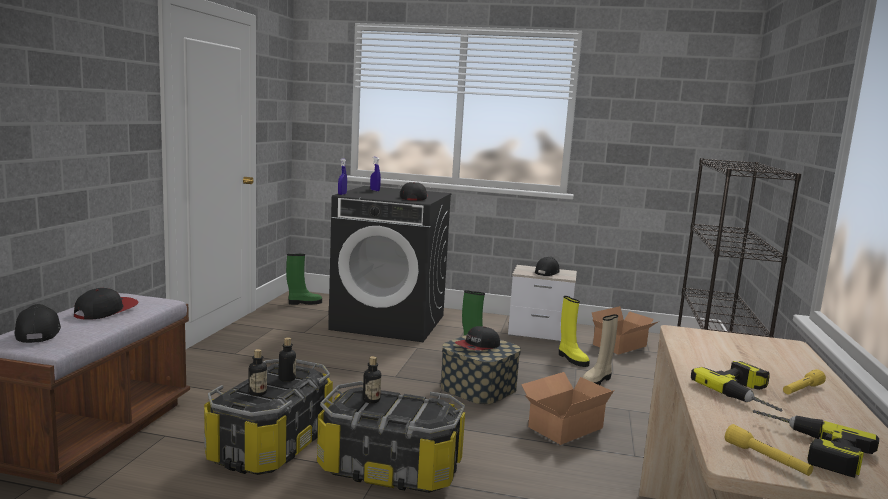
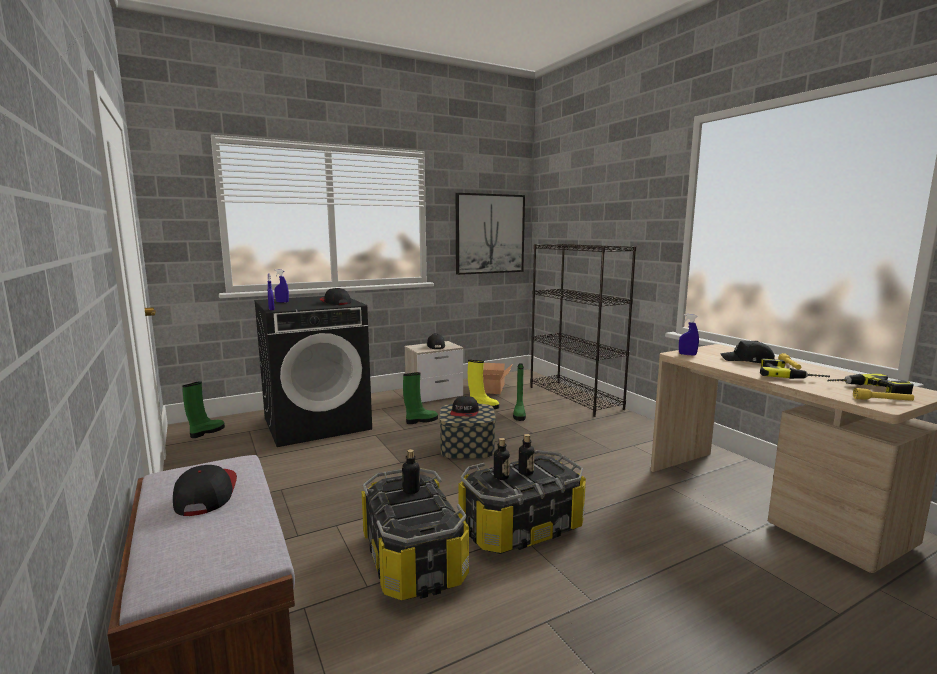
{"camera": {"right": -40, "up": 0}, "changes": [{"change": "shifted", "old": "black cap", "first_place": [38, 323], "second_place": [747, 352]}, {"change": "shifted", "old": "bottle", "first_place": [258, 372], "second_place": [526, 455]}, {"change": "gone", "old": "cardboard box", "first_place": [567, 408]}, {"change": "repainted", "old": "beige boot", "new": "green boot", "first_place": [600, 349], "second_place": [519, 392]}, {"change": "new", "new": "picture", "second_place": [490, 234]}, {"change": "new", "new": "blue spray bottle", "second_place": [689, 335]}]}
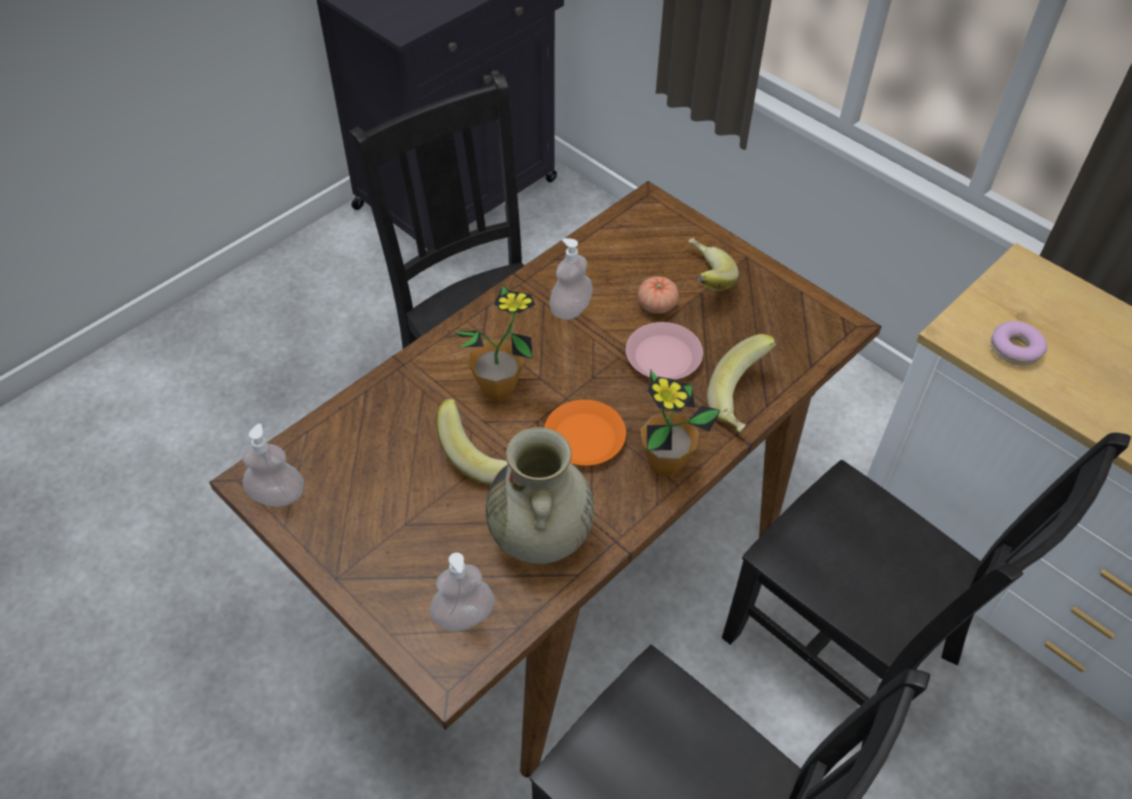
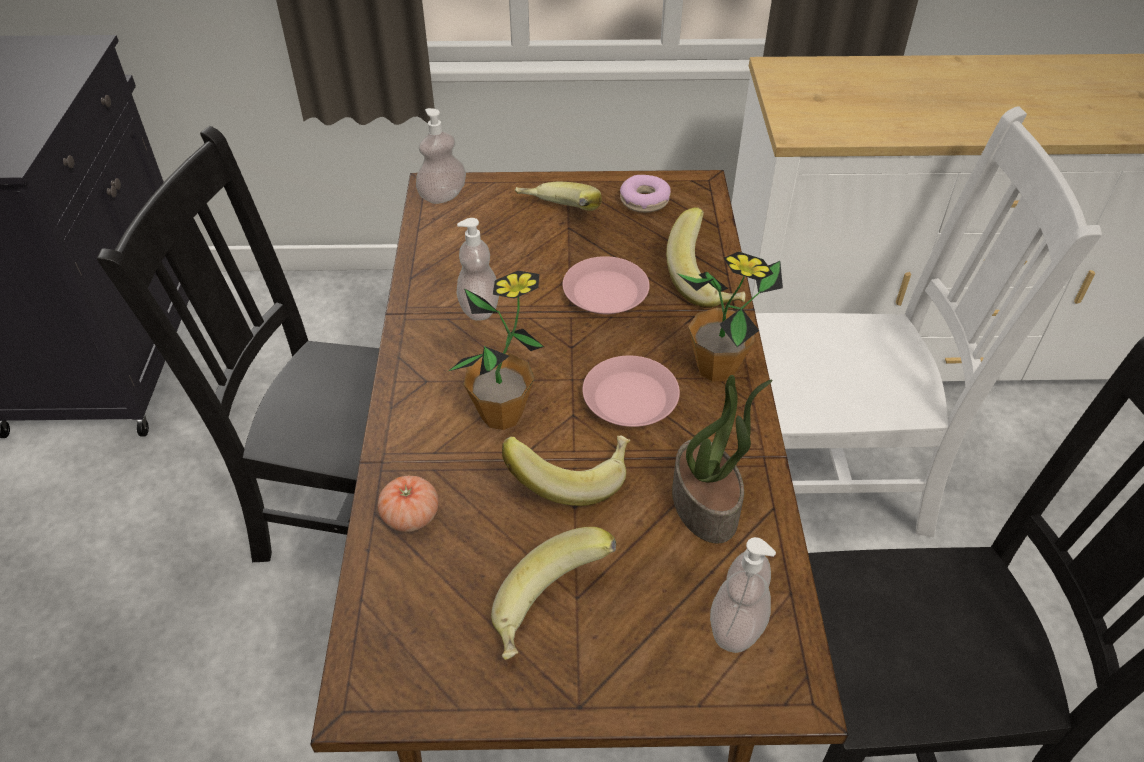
{"camera": {"right": -45, "up": -5}, "changes": [{"change": "shifted", "old": "soap dispenser", "first_place": [273, 465], "second_place": [441, 156]}, {"change": "swapped", "old": "beige vase", "new": "potted plant", "first_place": [540, 495], "second_place": [722, 459]}, {"change": "repainted", "old": "orange plate", "new": "pink plate", "first_place": [585, 433], "second_place": [631, 391]}, {"change": "shifted", "old": "tomato", "first_place": [658, 295], "second_place": [408, 504]}, {"change": "repainted", "old": "black chair", "new": "white chair", "first_place": [926, 591], "second_place": [928, 321]}, {"change": "shifted", "old": "donut", "first_place": [1019, 343], "second_place": [645, 194]}, {"change": "new", "new": "banana", "second_place": [553, 593]}]}
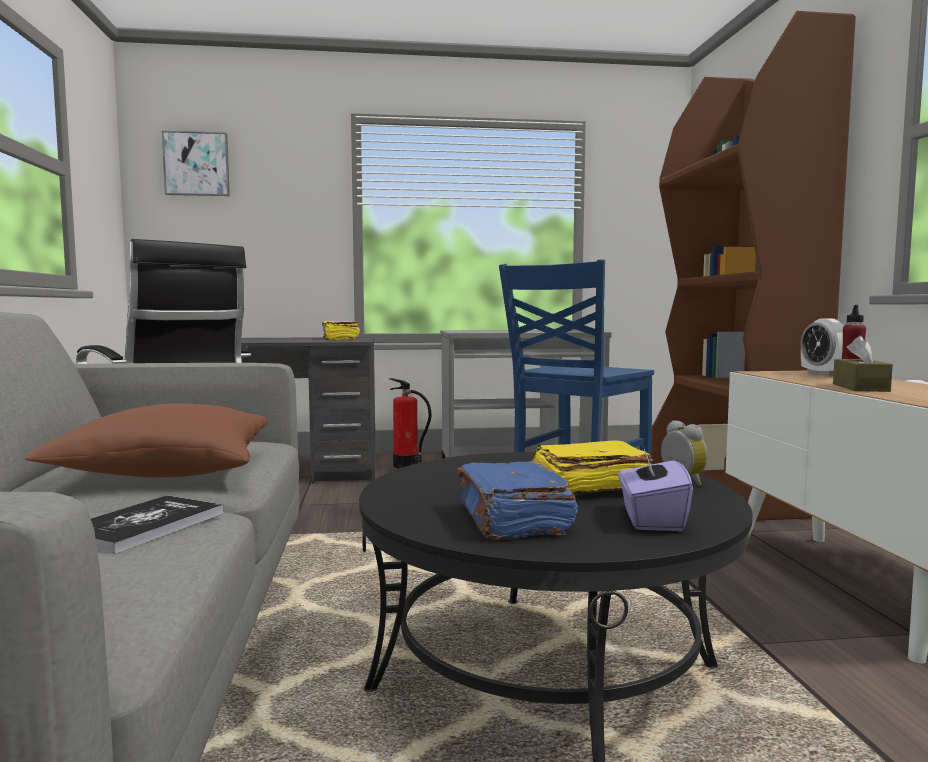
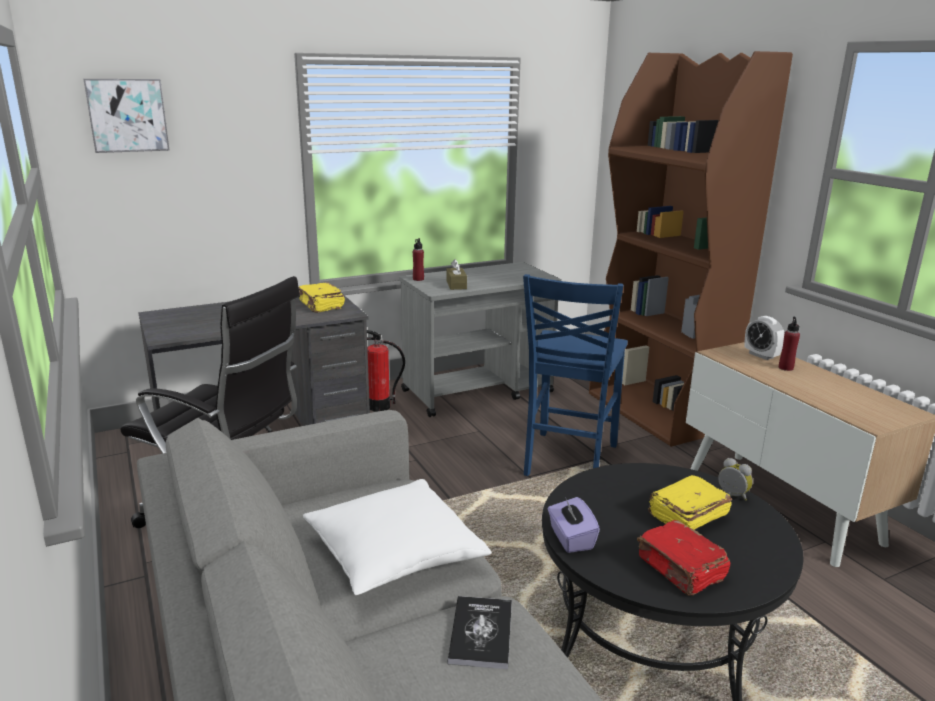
{"camera": {"right": -20, "up": 15}, "changes": [{"change": "repainted", "old": "brown pillow", "new": "white pillow", "first_place": [146, 440], "second_place": [397, 537]}, {"change": "repainted", "old": "blue book", "new": "red book", "first_place": [517, 500], "second_place": [683, 558]}, {"change": "shifted", "old": "purple tissue box", "first_place": [656, 487], "second_place": [574, 525]}, {"change": "shifted", "old": "brown tissue box", "first_place": [863, 364], "second_place": [456, 274]}, {"change": "new", "new": "red bottle", "second_place": [418, 259]}]}
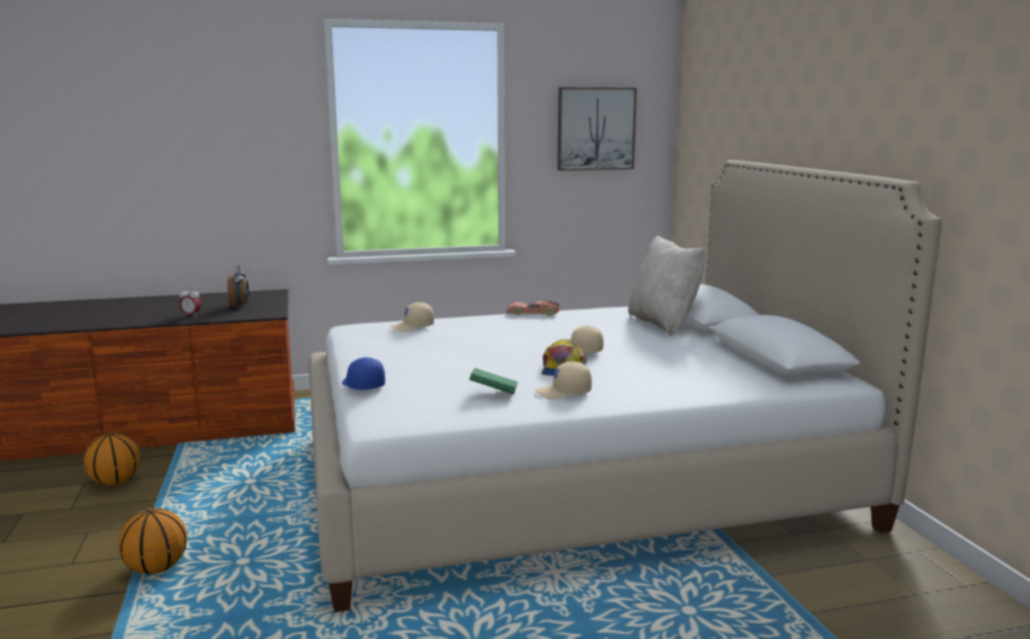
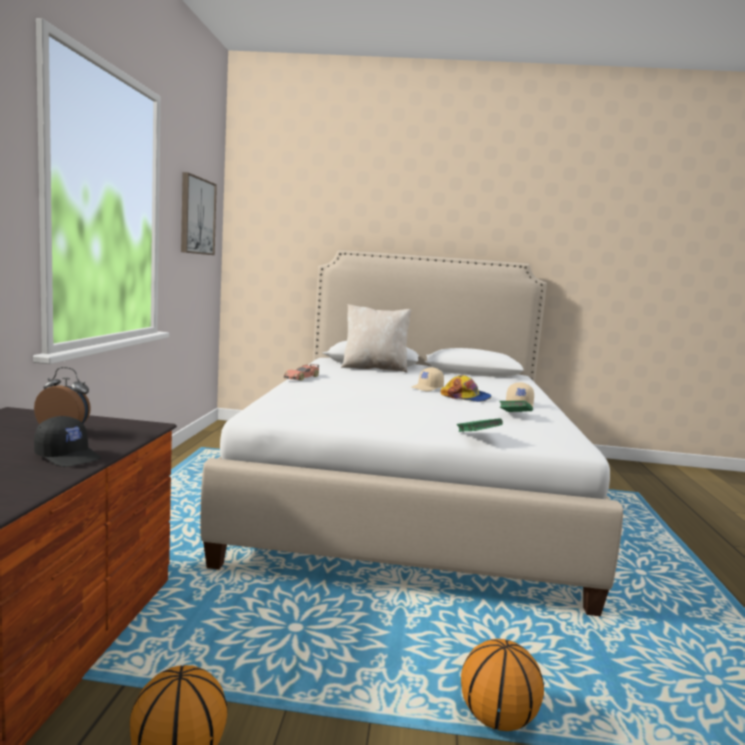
{"camera": {"right": -70, "up": -5}, "changes": [{"change": "swapped", "old": "alarm clock", "new": "black cap", "first_place": [190, 302], "second_place": [67, 441]}, {"change": "swapped", "old": "blue cap", "new": "green book", "first_place": [363, 373], "second_place": [480, 425]}, {"change": "gone", "old": "beige cap", "first_place": [412, 317]}]}
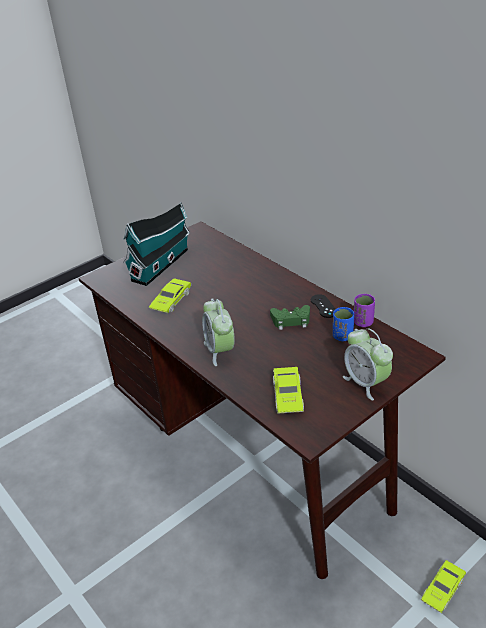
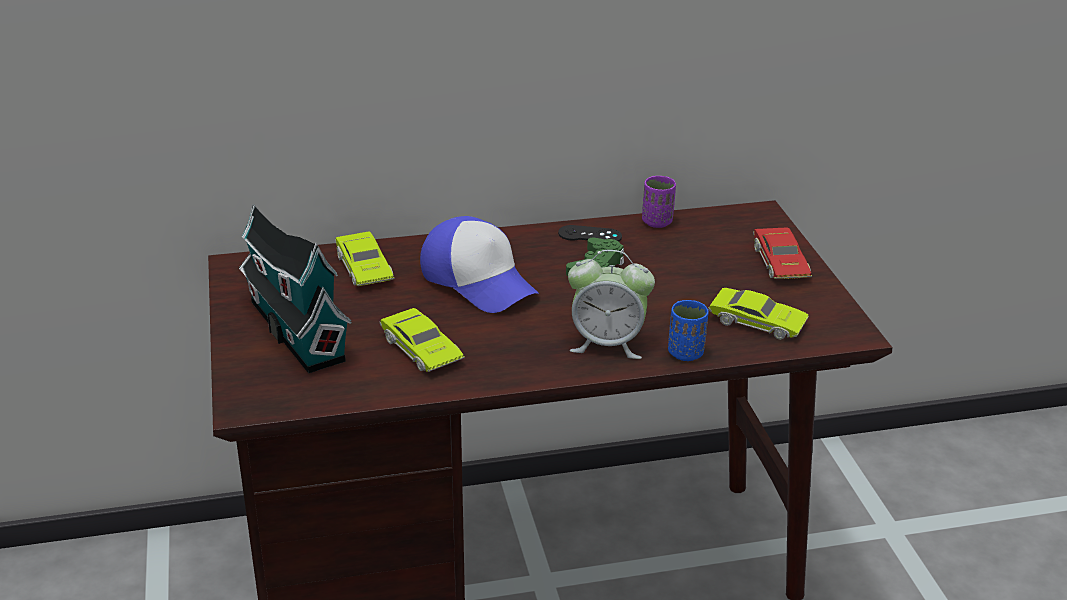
{"camera": {"right": -65, "up": -5}, "changes": [{"change": "shifted", "old": "blue cup", "first_place": [343, 324], "second_place": [688, 330]}, {"change": "swapped", "old": "alarm clock", "new": "red toy car", "first_place": [368, 364], "second_place": [782, 253]}, {"change": "shifted", "old": "green toy car", "first_place": [443, 586], "second_place": [364, 258]}, {"change": "new", "new": "cap", "second_place": [479, 264]}]}
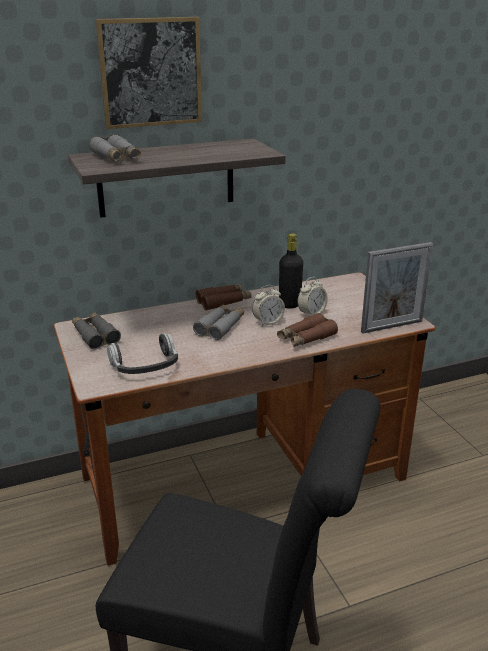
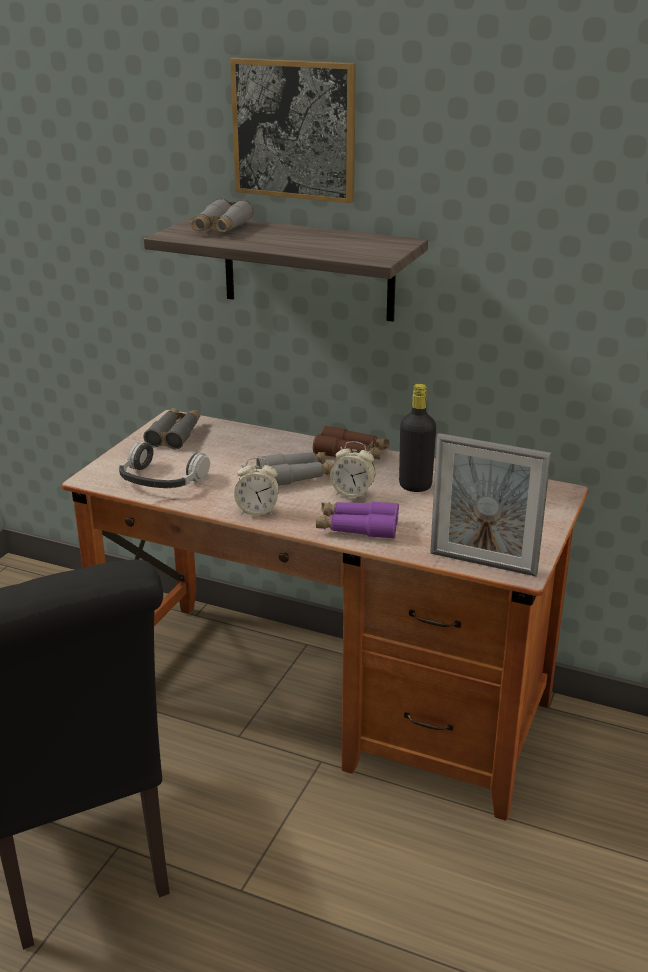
{"camera": {"right": 45, "up": 0}, "changes": [{"change": "repainted", "old": "brown binoculars", "new": "purple binoculars", "first_place": [307, 330], "second_place": [357, 520]}, {"change": "shifted", "old": "alarm clock", "first_place": [312, 296], "second_place": [256, 486]}]}
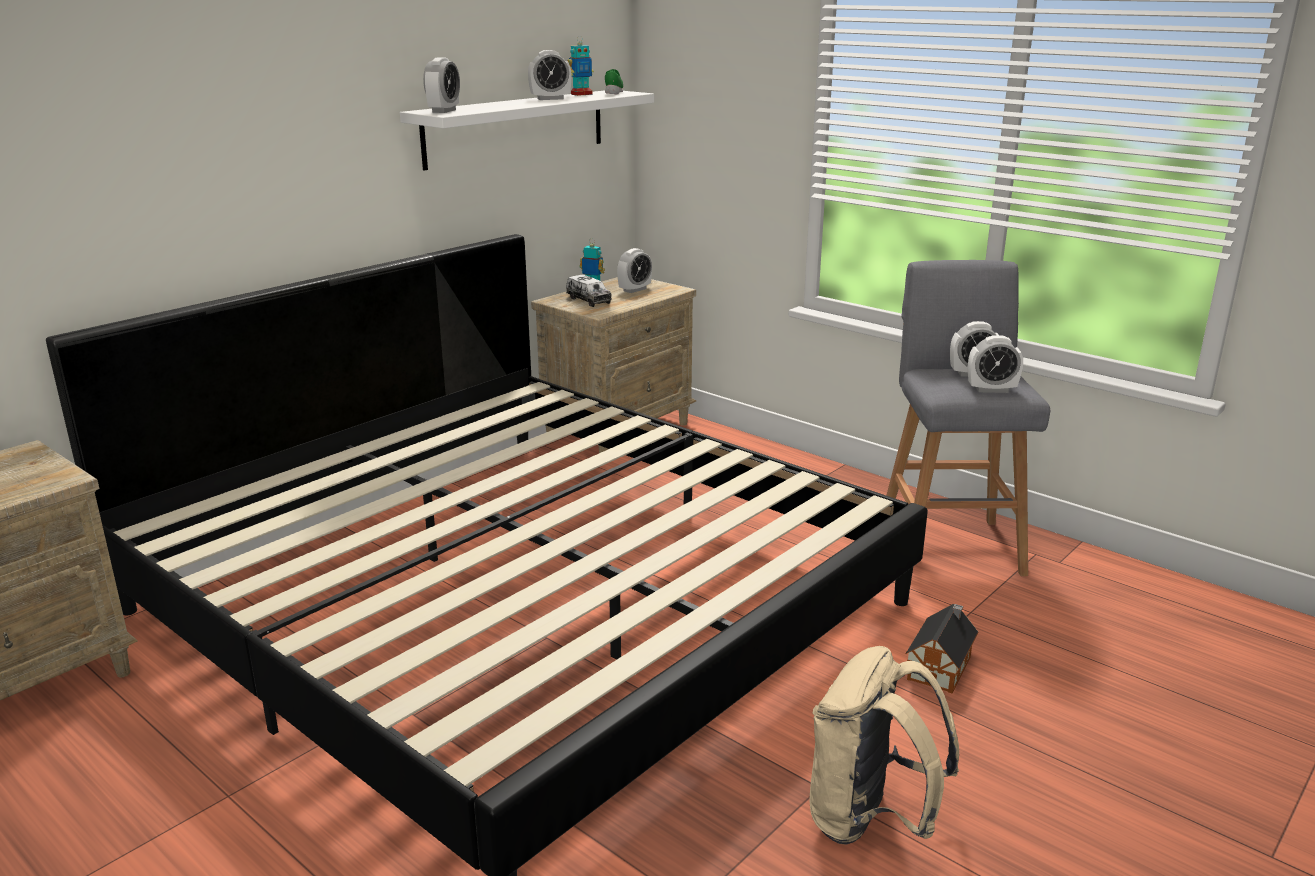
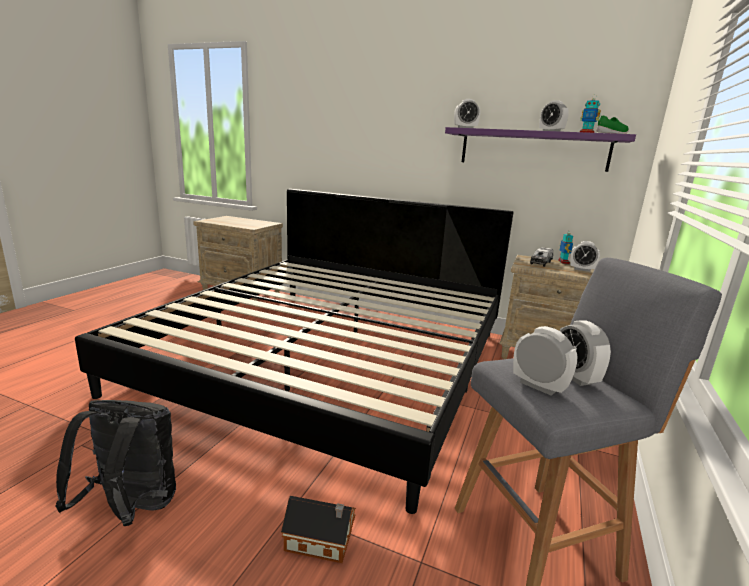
{"camera": {"right": 70, "up": -5}, "changes": [{"change": "repainted", "old": "white shelf", "new": "purple shelf", "first_place": [527, 130], "second_place": [540, 149]}, {"change": "repainted", "old": "beige backpack", "new": "black backpack", "first_place": [884, 745], "second_place": [116, 463]}, {"change": "rotated", "old": "alarm clock", "first_place": [995, 364], "second_place": [545, 361], "degrees": 150}]}
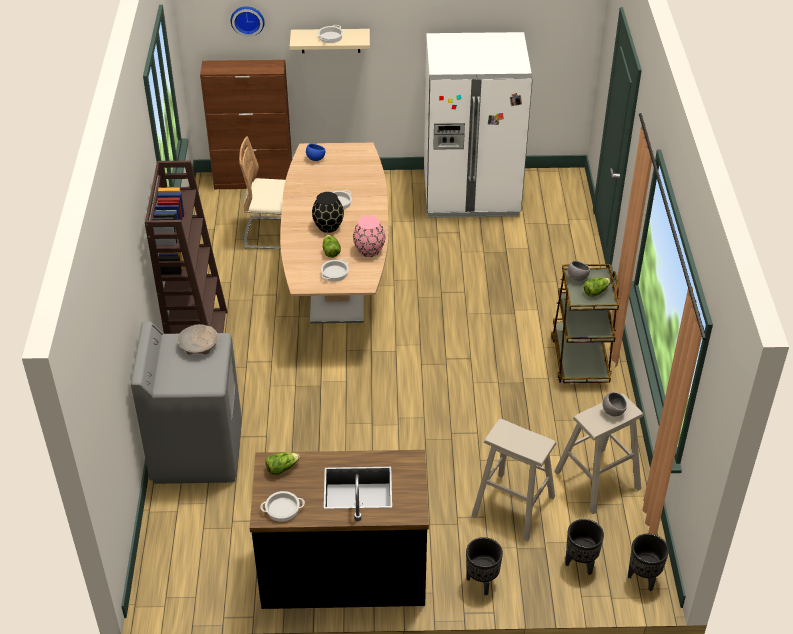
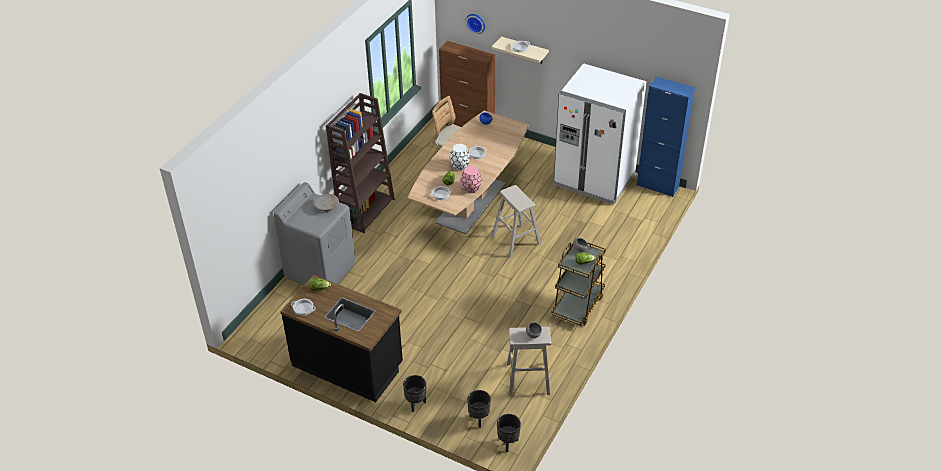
{"camera": {"right": 30, "up": 0}, "changes": [{"change": "repainted", "old": "black vase", "new": "white vase", "first_place": [328, 212], "second_place": [459, 157]}, {"change": "shifted", "old": "beige stool", "first_place": [514, 480], "second_place": [516, 221]}, {"change": "new", "new": "blue cabinet", "second_place": [666, 137]}]}
